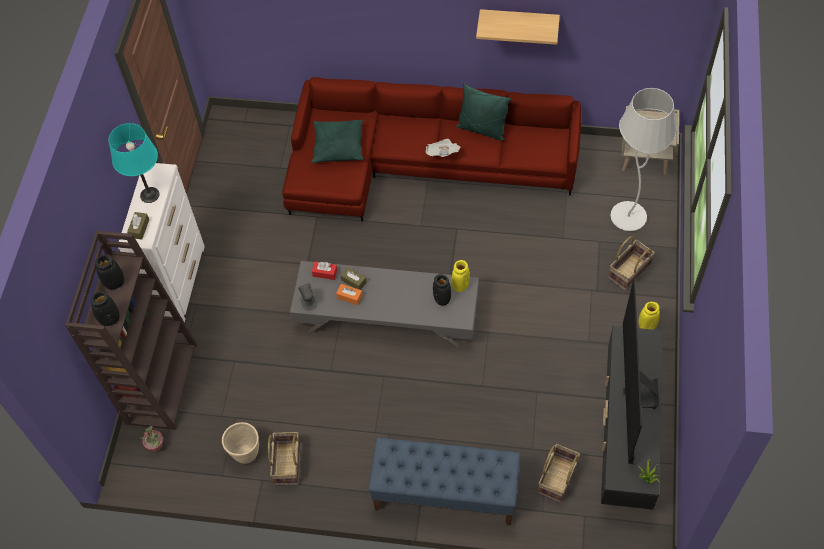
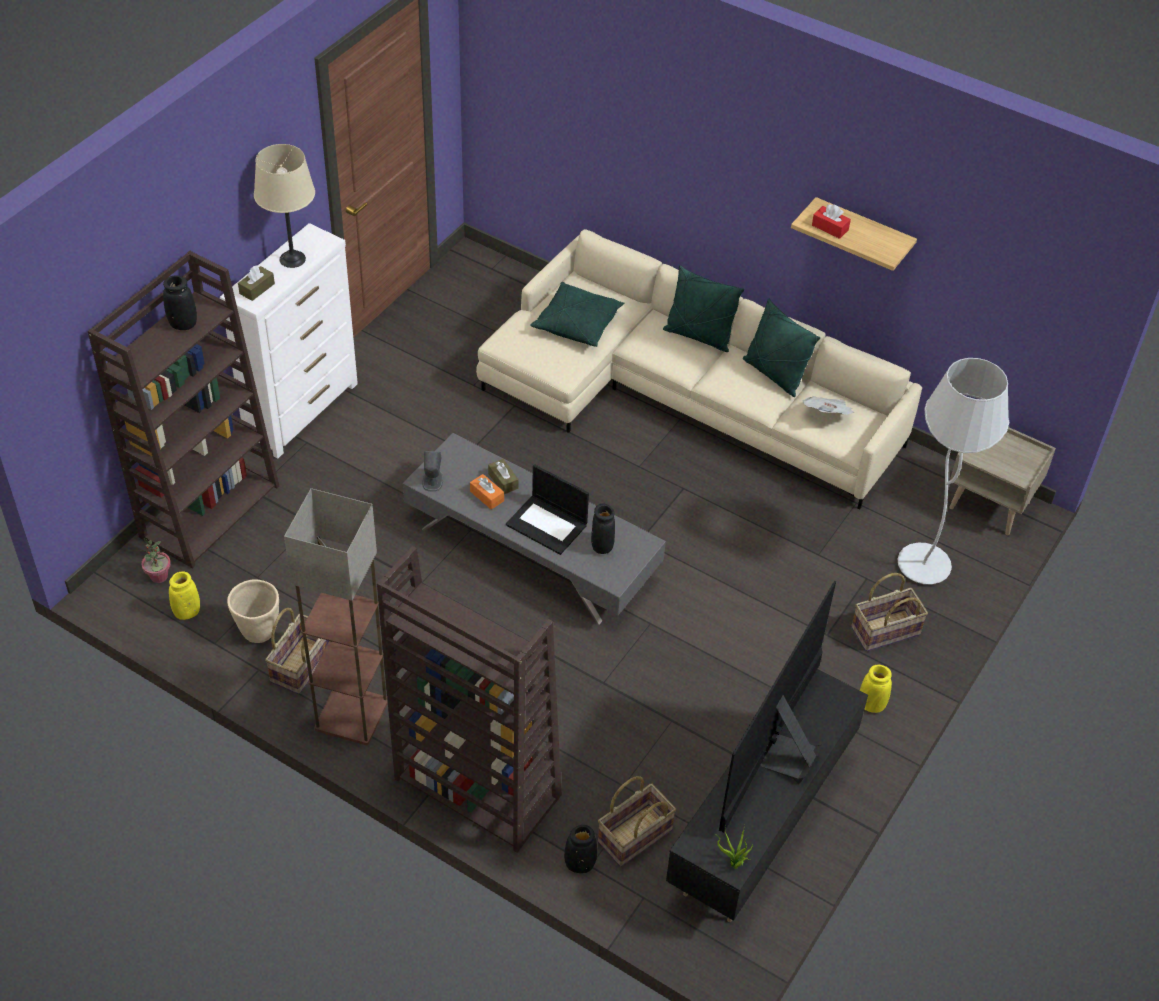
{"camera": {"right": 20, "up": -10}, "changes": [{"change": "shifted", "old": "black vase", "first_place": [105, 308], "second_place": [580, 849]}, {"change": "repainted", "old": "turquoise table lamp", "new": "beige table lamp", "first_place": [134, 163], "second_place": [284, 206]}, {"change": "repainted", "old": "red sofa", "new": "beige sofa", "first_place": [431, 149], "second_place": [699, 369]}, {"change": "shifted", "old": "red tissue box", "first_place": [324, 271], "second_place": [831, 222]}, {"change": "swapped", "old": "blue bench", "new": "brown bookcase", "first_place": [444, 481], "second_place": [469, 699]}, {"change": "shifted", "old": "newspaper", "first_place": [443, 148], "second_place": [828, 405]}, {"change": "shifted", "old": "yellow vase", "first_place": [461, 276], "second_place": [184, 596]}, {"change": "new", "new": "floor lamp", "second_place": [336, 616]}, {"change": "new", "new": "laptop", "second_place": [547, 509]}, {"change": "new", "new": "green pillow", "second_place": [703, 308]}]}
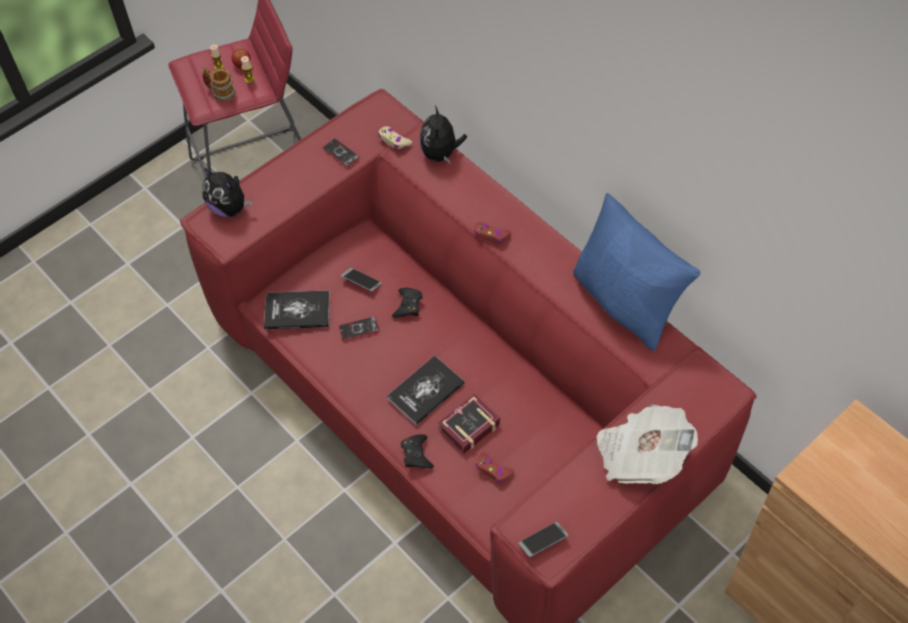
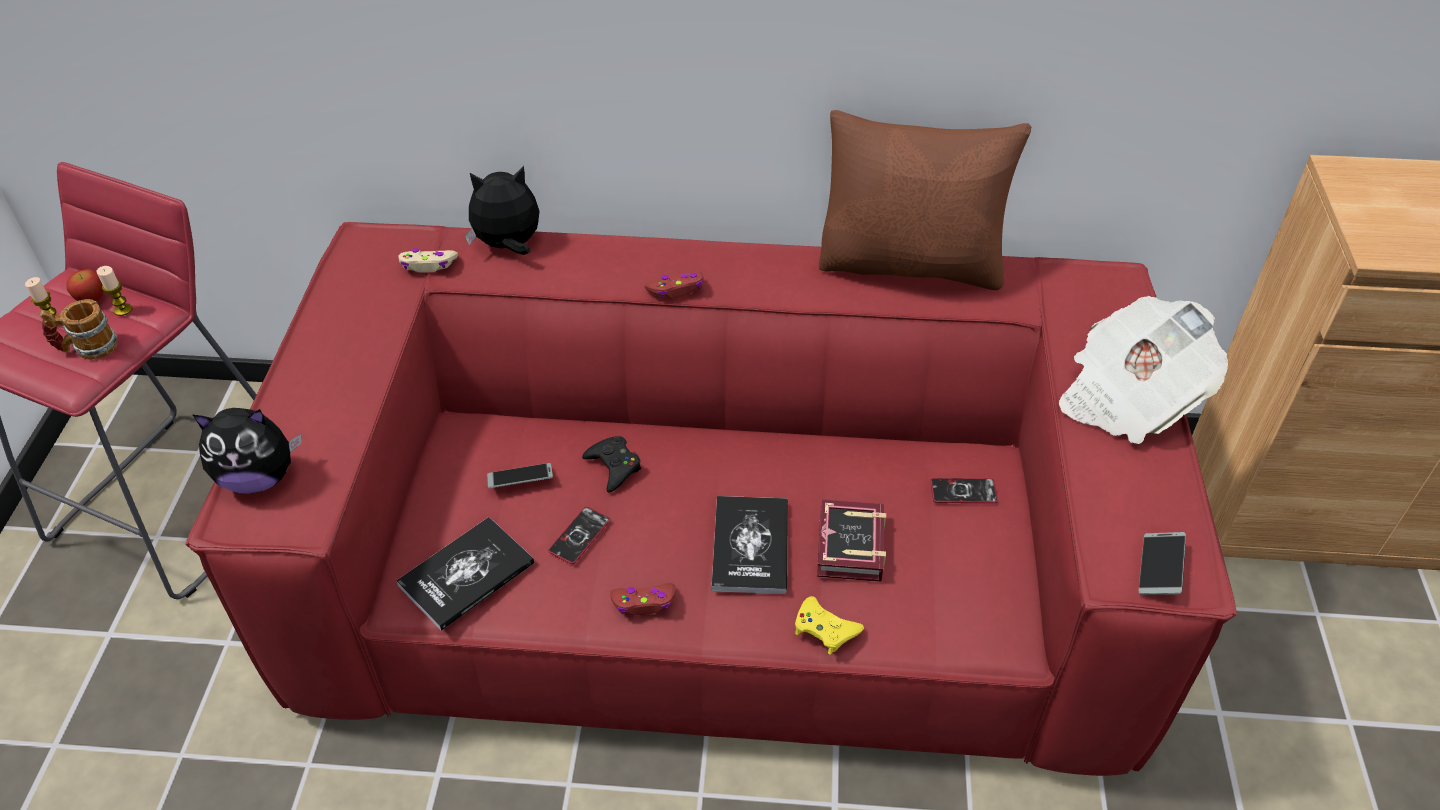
{"camera": {"right": -45, "up": -10}, "changes": [{"change": "shifted", "old": "phone", "first_place": [341, 152], "second_place": [964, 490]}, {"change": "repainted", "old": "black game controller", "new": "yellow game controller", "first_place": [417, 451], "second_place": [829, 625]}, {"change": "rotated", "old": "plush toy", "first_place": [443, 134], "second_place": [502, 210], "degrees": 120}, {"change": "shifted", "old": "red game controller", "first_place": [494, 467], "second_place": [643, 599]}, {"change": "repainted", "old": "blue pillow", "new": "brown pillow", "first_place": [637, 272], "second_place": [925, 200]}]}
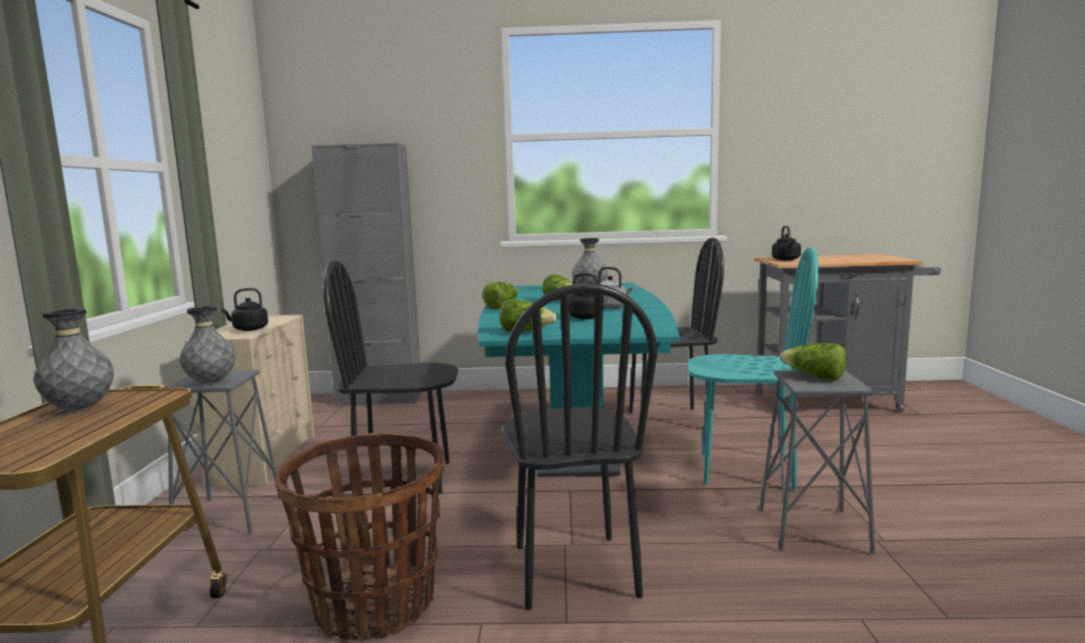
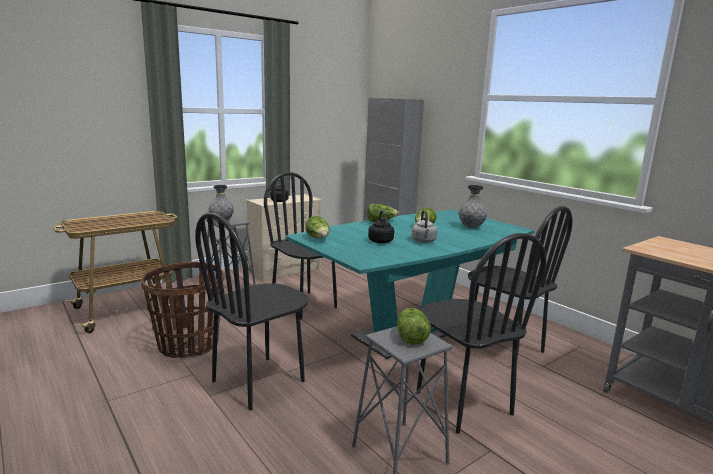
{"camera": {"right": 50, "up": 5}, "changes": [{"change": "gone", "old": "grey vase", "first_place": [73, 359]}, {"change": "repainted", "old": "turquoise chair", "new": "black chair", "first_place": [753, 369], "second_place": [481, 333]}, {"change": "gone", "old": "black kettle", "first_place": [786, 243]}]}
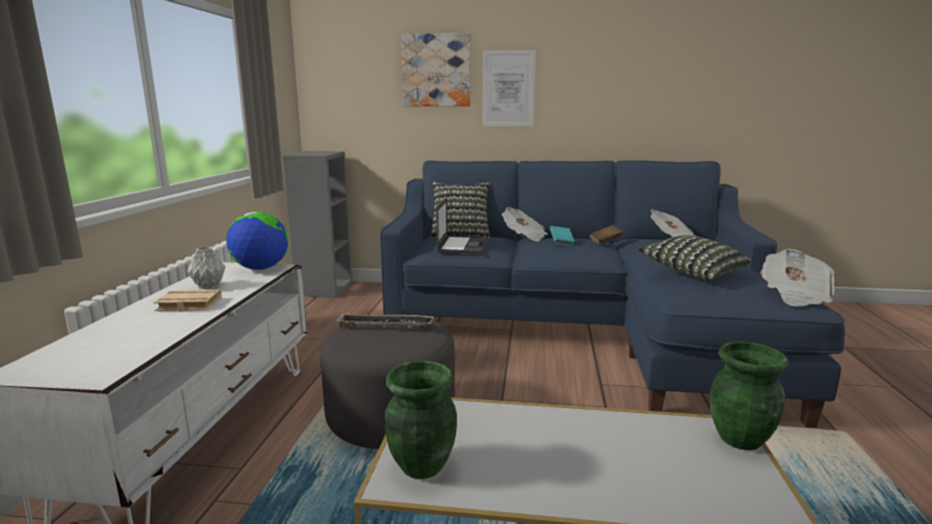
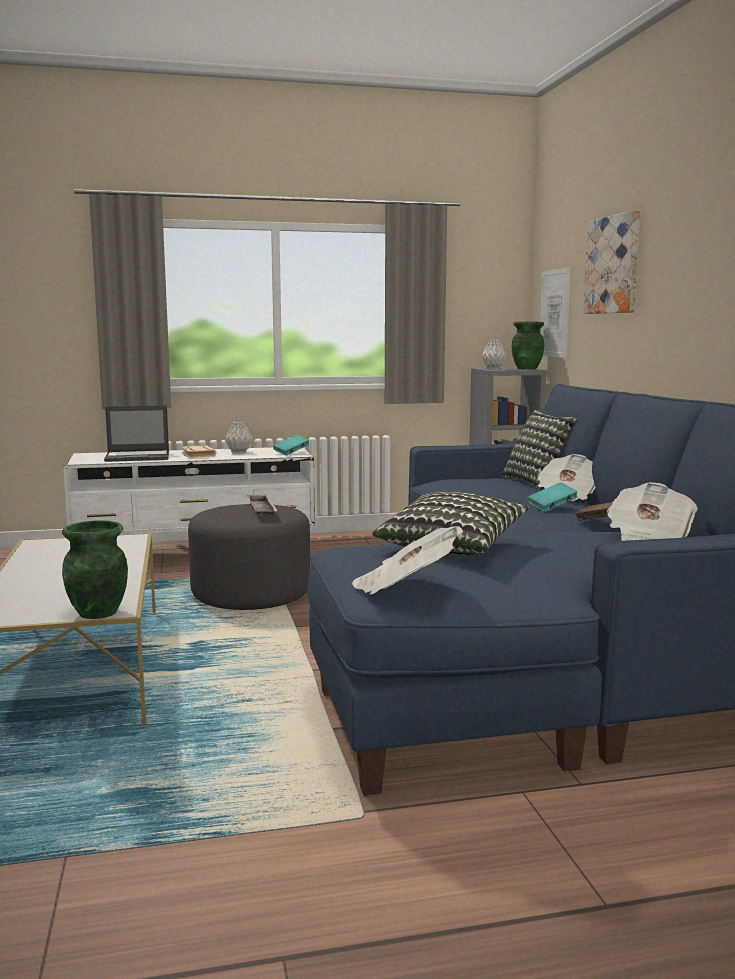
{"camera": {"right": 70, "up": -5}, "changes": [{"change": "swapped", "old": "globe", "new": "turquoise book", "first_place": [257, 241], "second_place": [291, 445]}, {"change": "shifted", "old": "green vase", "first_place": [421, 419], "second_place": [528, 346]}, {"change": "shifted", "old": "laptop", "first_place": [461, 225], "second_place": [136, 433]}, {"change": "shifted", "old": "picture", "first_place": [509, 88], "second_place": [555, 313]}, {"change": "new", "new": "grey vase", "second_place": [494, 354]}]}
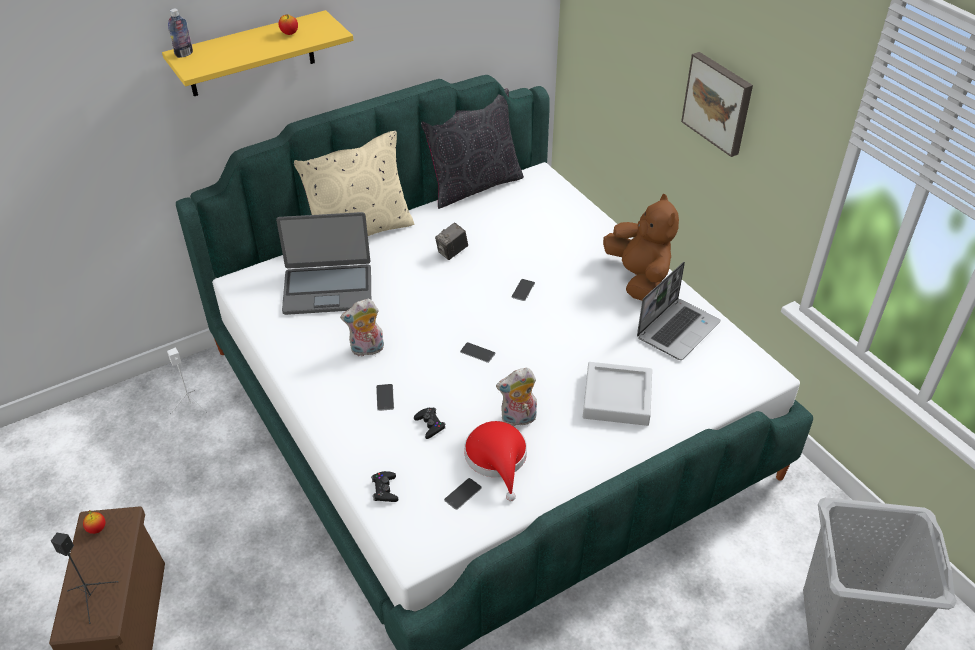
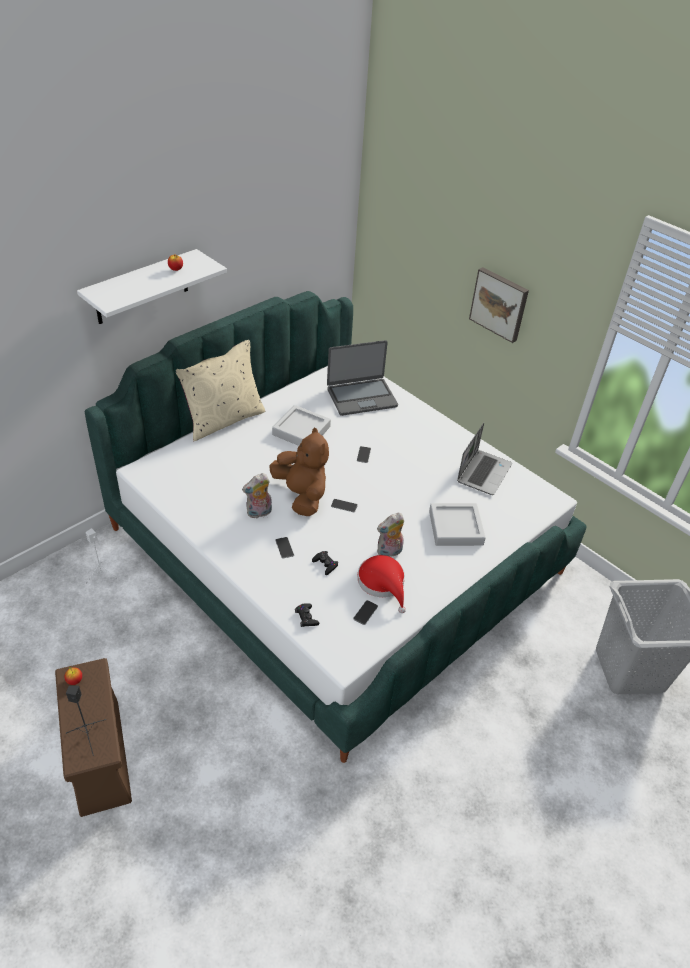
{"camera": {"right": -15, "up": 0}, "changes": [{"change": "repainted", "old": "yellow shelf", "new": "white shelf", "first_place": [258, 53], "second_place": [152, 286]}, {"change": "gone", "old": "bottle", "first_place": [180, 33]}, {"change": "shifted", "old": "laptop", "first_place": [323, 263], "second_place": [362, 378]}, {"change": "gone", "old": "black pillow", "first_place": [472, 148]}, {"change": "swapped", "old": "photo camera", "new": "grey tray", "first_place": [451, 241], "second_place": [301, 425]}, {"change": "shifted", "old": "brown plush toy", "first_place": [641, 247], "second_place": [299, 471]}]}
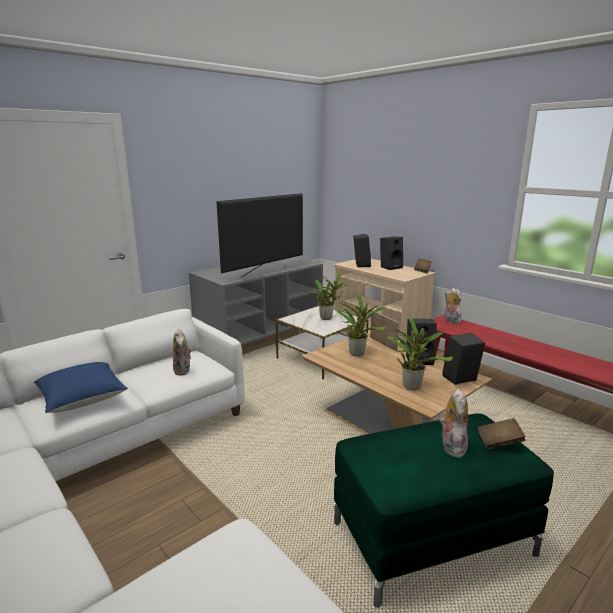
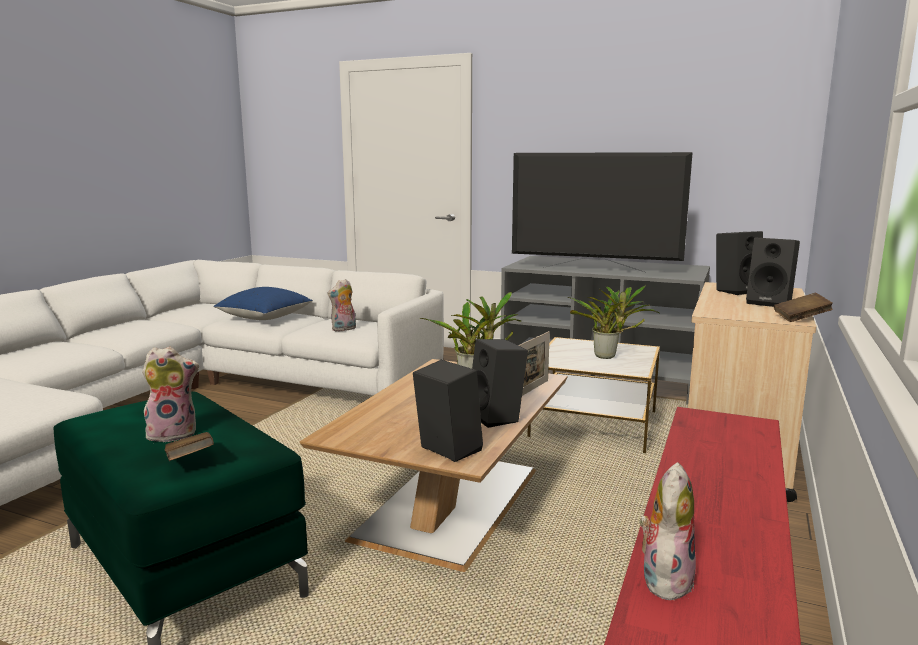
{"camera": {"right": 65, "up": -5}, "changes": [{"change": "gone", "old": "potted plant", "first_place": [420, 354]}, {"change": "shifted", "old": "plush toy", "first_place": [453, 306], "second_place": [667, 531]}]}
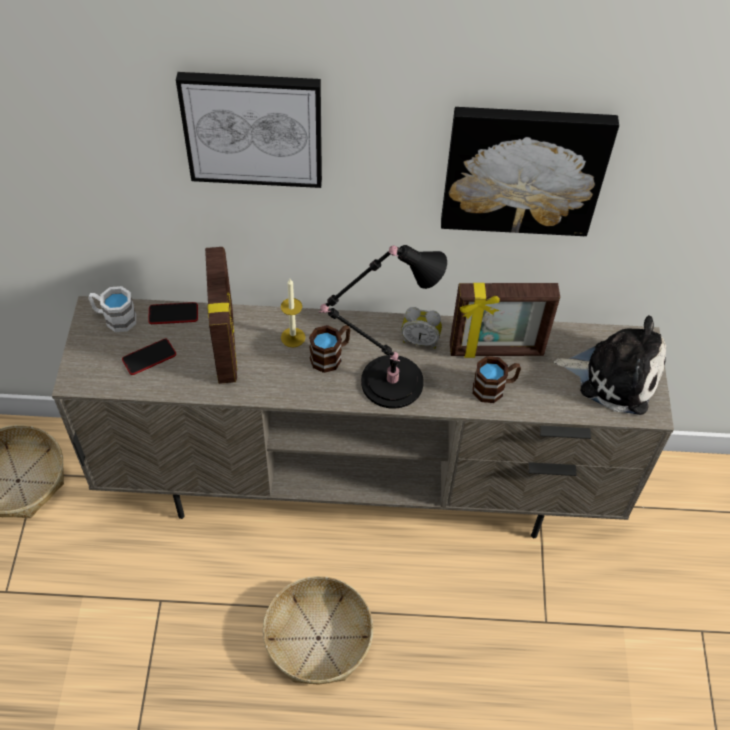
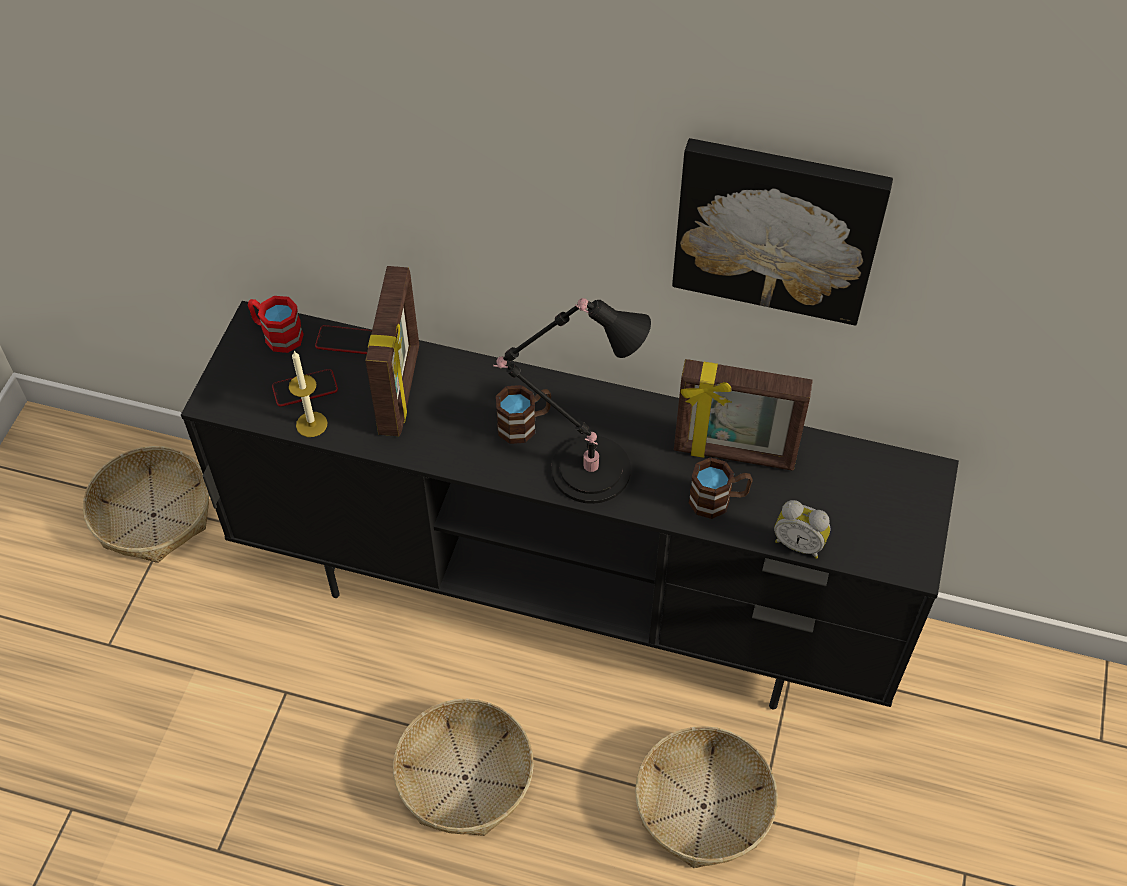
{"camera": {"right": 15, "up": 0}, "changes": [{"change": "repainted", "old": "beige tv stand", "new": "black tv stand", "first_place": [363, 417], "second_place": [570, 505]}, {"change": "repainted", "old": "white mug", "new": "red mug", "first_place": [112, 309], "second_place": [276, 324]}, {"change": "gone", "old": "picture", "first_place": [249, 130]}, {"change": "shifted", "old": "candle", "first_place": [293, 313], "second_place": [308, 394]}, {"change": "shifted", "old": "alarm clock", "first_place": [421, 328], "second_place": [802, 529]}, {"change": "gone", "old": "plush toy", "first_place": [610, 365]}, {"change": "new", "new": "basket", "second_place": [706, 797]}]}
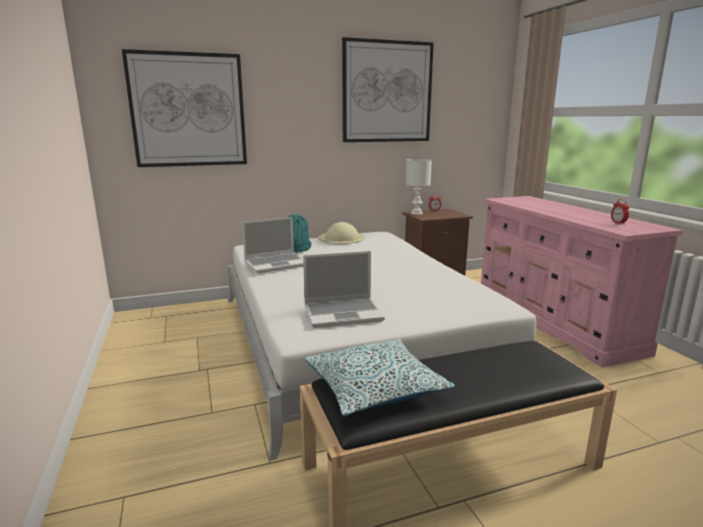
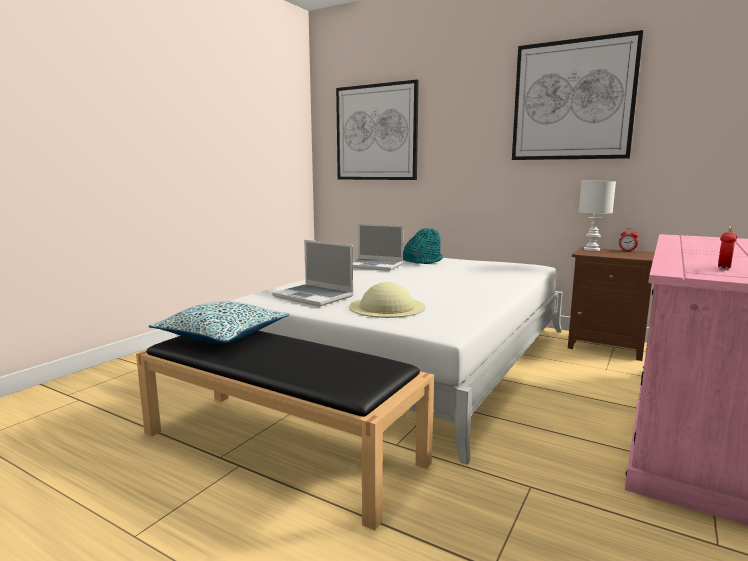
{"camera": {"right": 50, "up": -5}, "changes": [{"change": "shifted", "old": "beige hat", "first_place": [342, 233], "second_place": [387, 300]}]}
